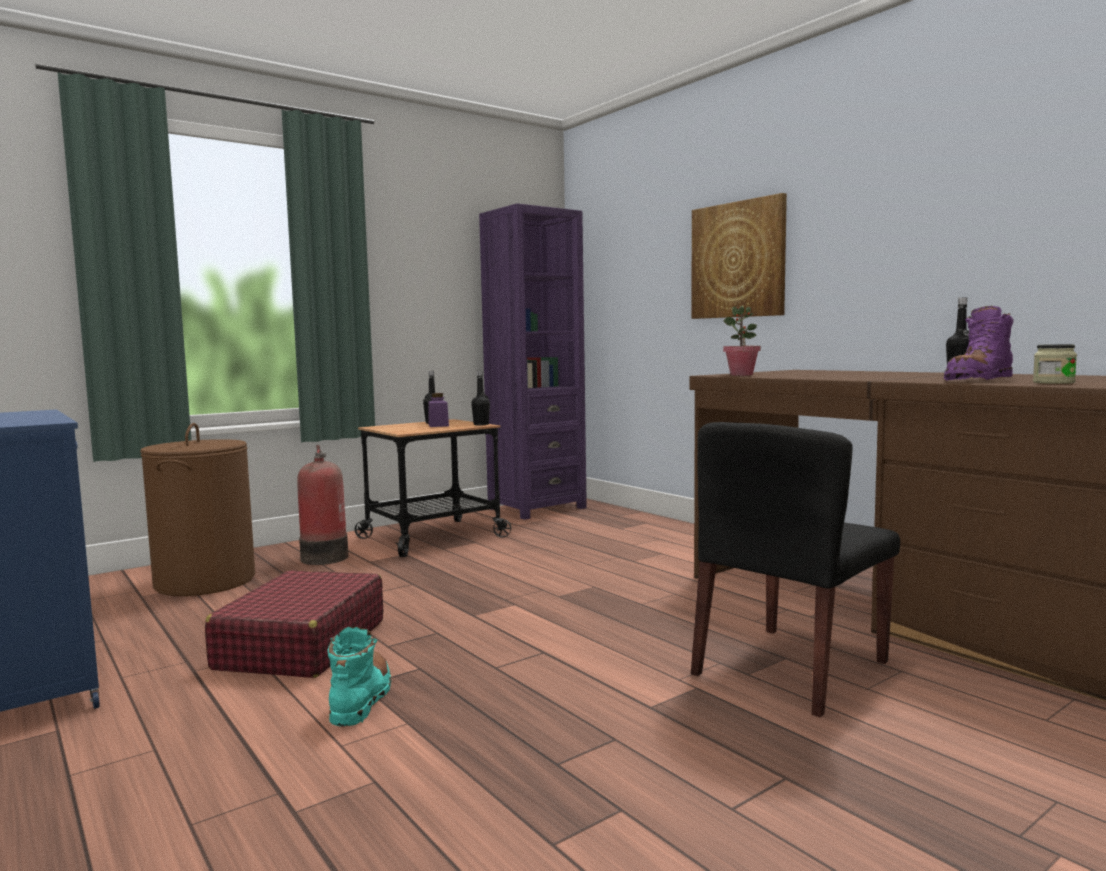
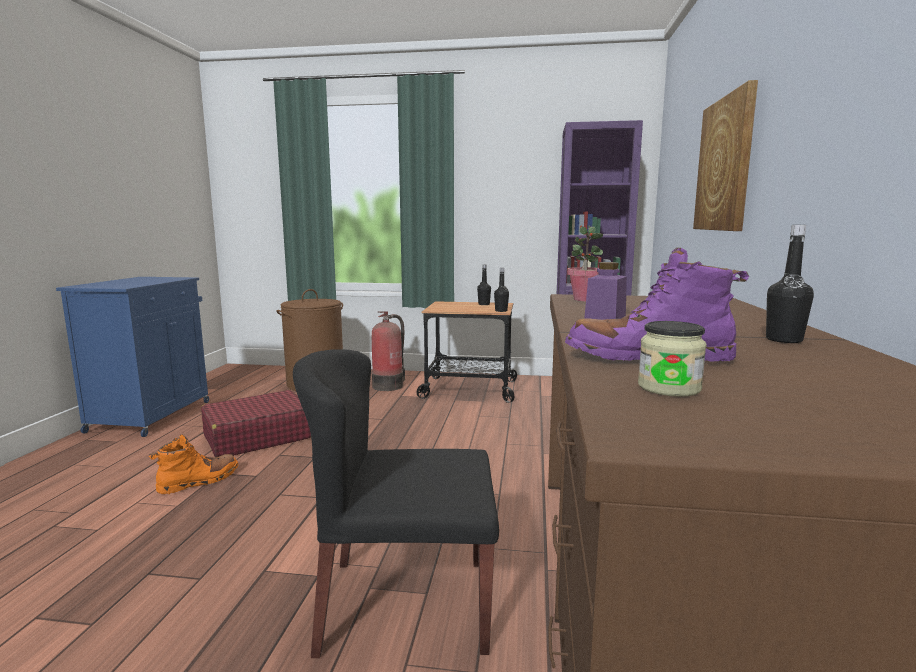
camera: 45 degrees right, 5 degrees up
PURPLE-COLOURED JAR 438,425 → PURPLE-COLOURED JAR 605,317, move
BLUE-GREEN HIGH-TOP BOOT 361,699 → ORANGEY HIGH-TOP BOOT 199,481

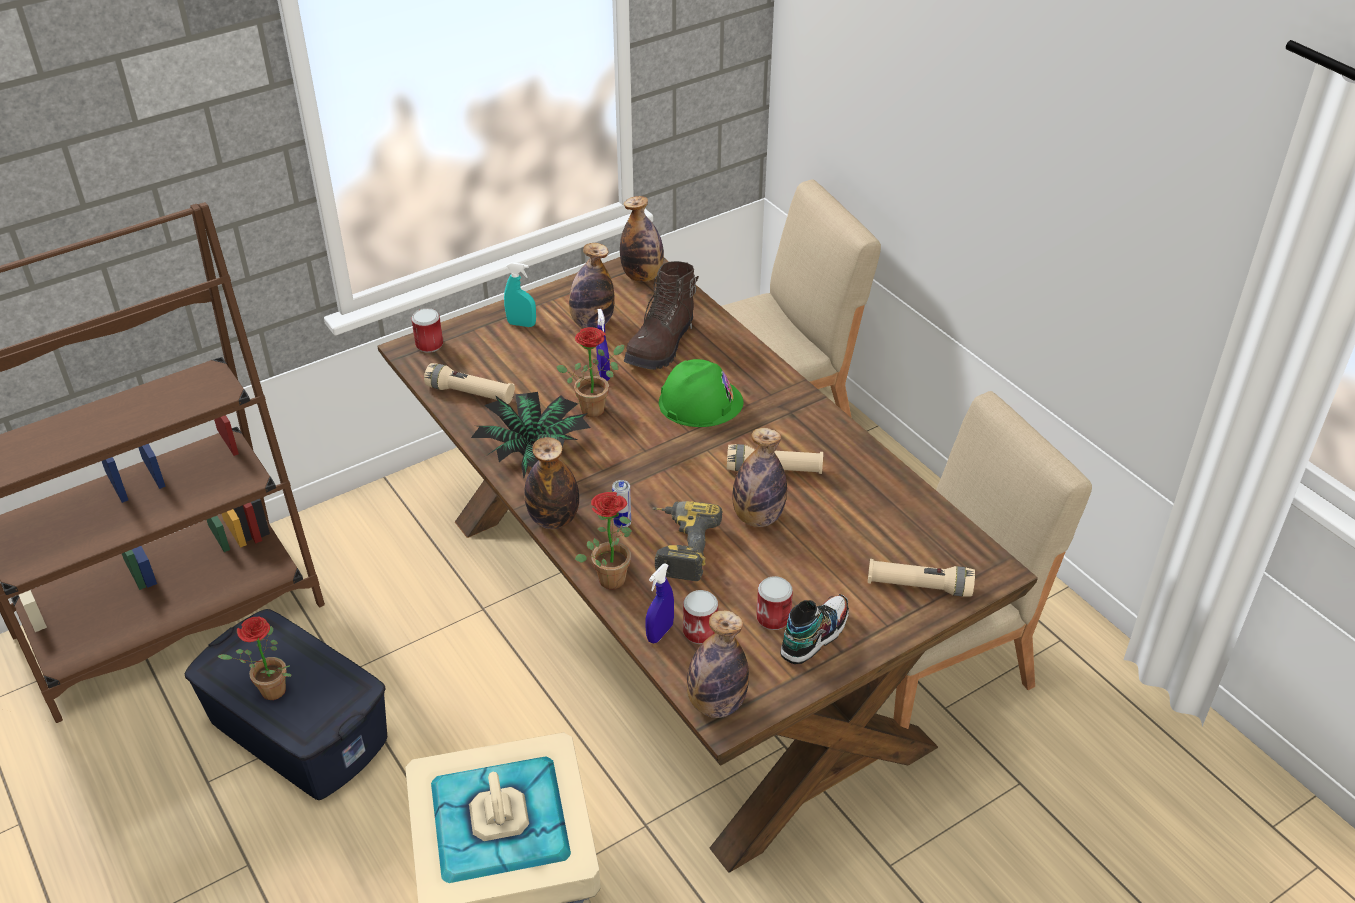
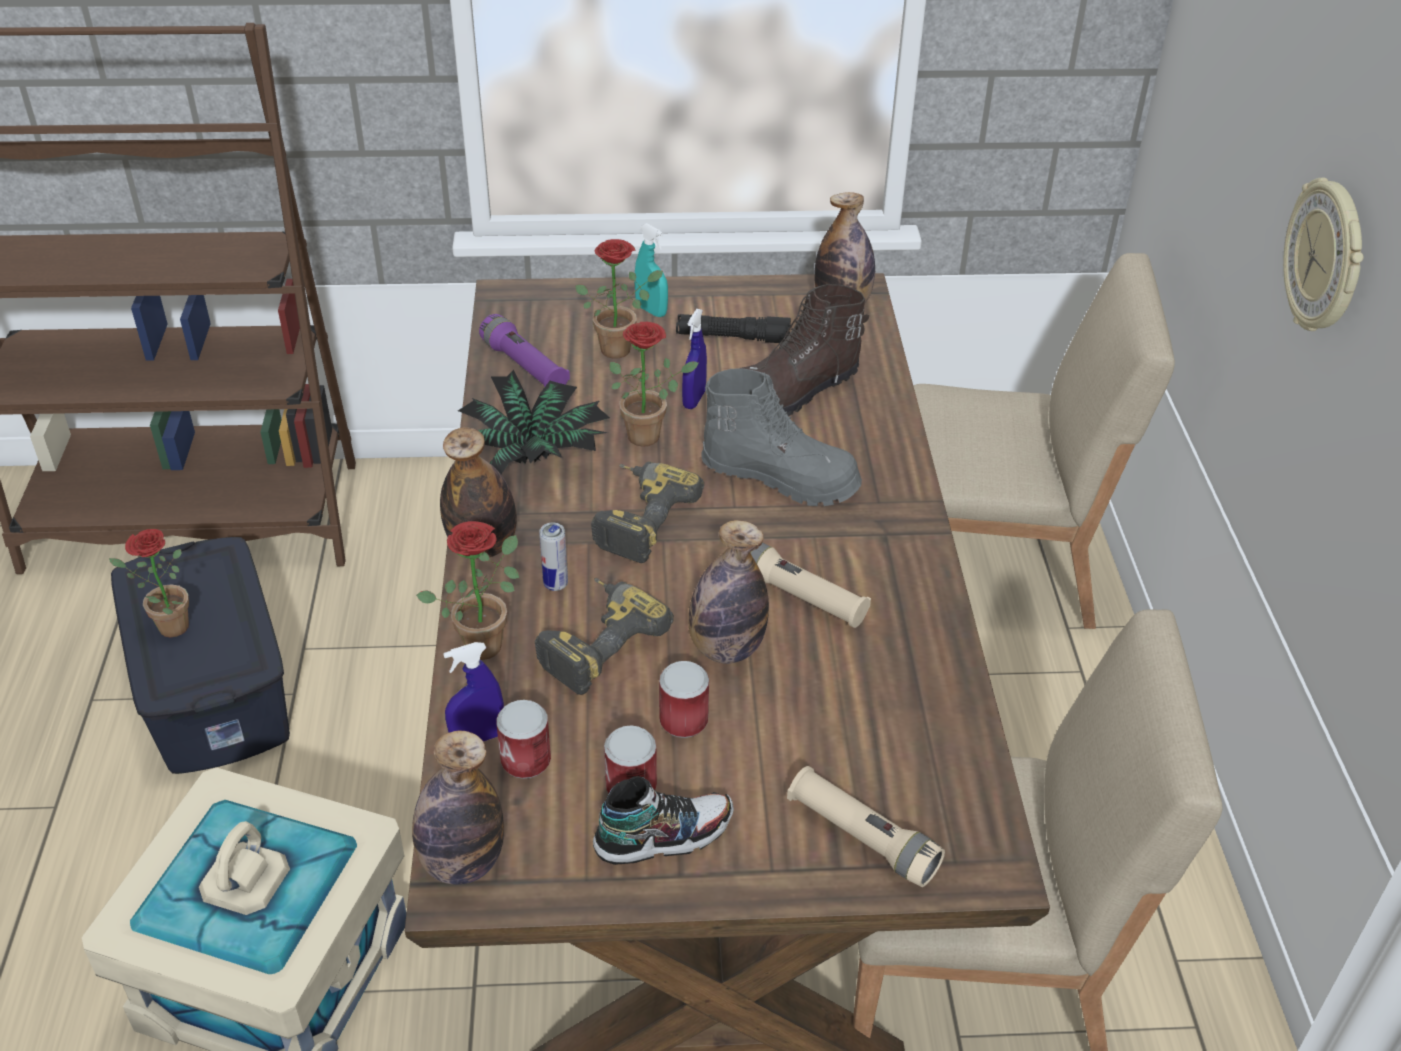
camera: 30 degrees right, 0 degrees up
BOTTLE 592,323 → BLACK TORCH 733,338
METAL CAN 429,344 → METAL CAN 683,720, move
GREEN WORK HELMET 700,402 → GRAY HIGH-TOP BOOT 780,477
BEIGE TORCH 470,393 → PURPLE-COLOURED TORCH 524,366
- → WALL CLOCK 1326,258
- → HOUSEPLANT 621,347
- → ELECTRIC DRILL 637,518

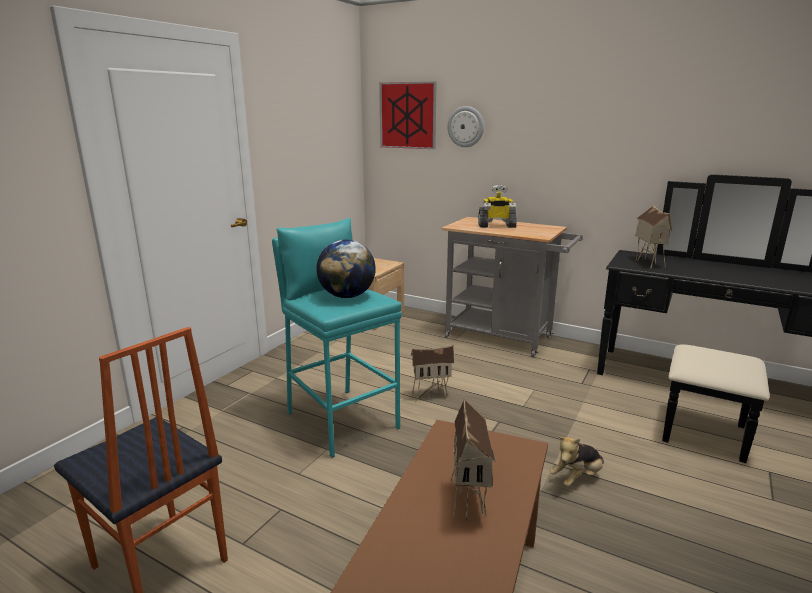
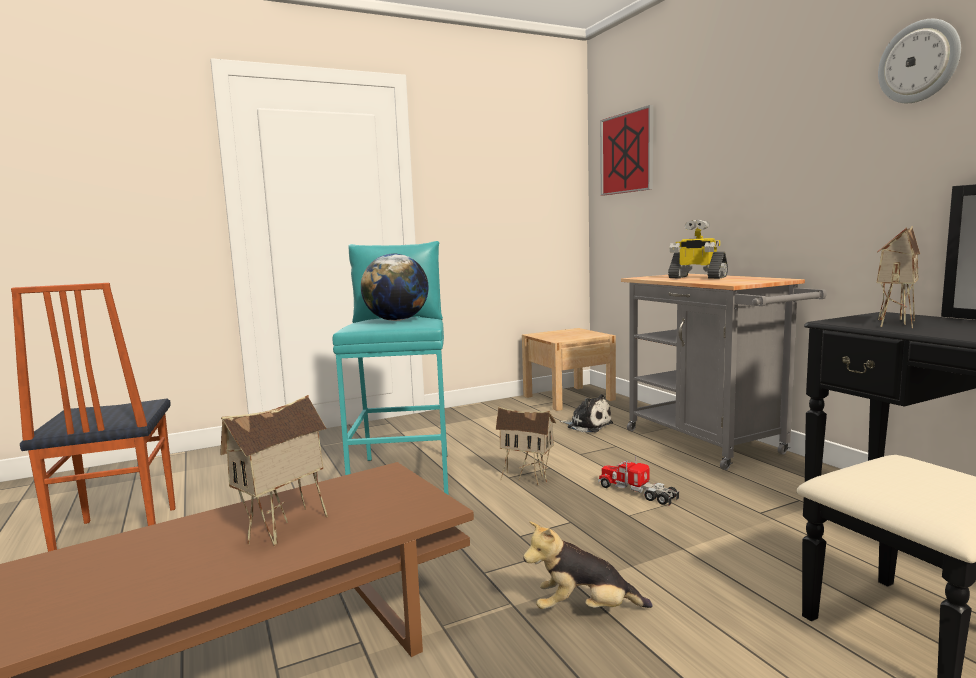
camera: 35 degrees right, 10 degrees down
WALL CLOCK 466,126 → WALL CLOCK 919,62, move
- → CUDDLY TOY 587,425
- → TOY TRUCK 638,492

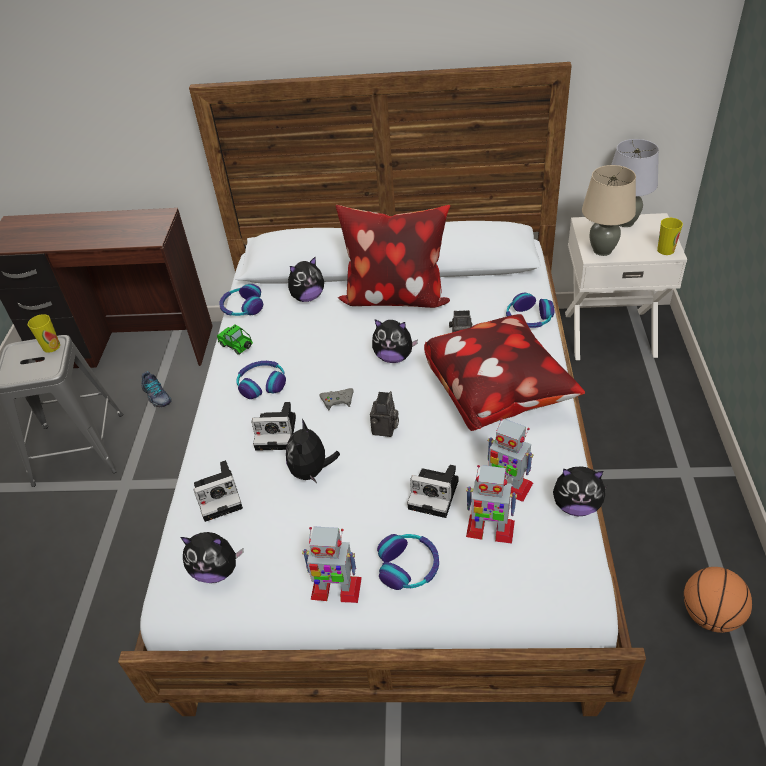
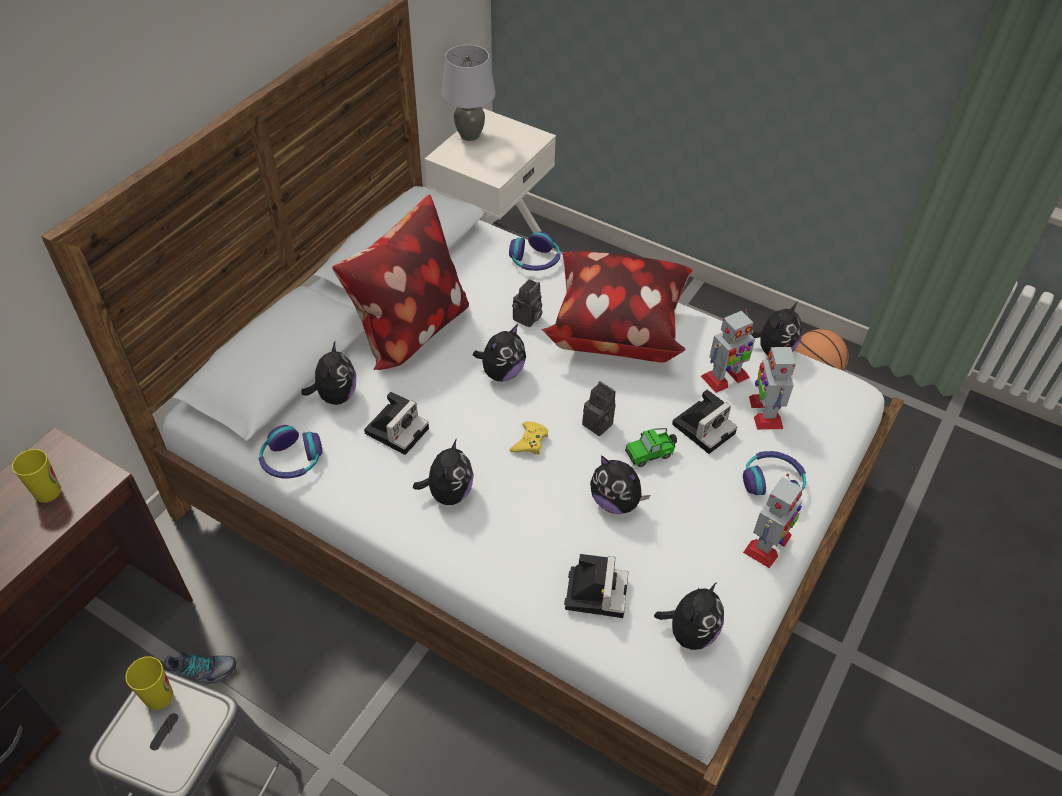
camera: 65 degrees left, 5 degrees up
BEIGE LAMP FOR A TABLE 602,251 → -
DRINKING CUP 665,250 → DRINKING CUP 47,492, move
MODEL CAR 237,346 → MODEL CAR 651,454, move
PAIR OF HEADPHONES 262,384 → CUDDLY TOY 448,493
GRAY JOYPAD 337,400 → YELLOW-COLOURED JOYPAD 530,441
PHOTO CAMERA 278,432 → PHOTO CAMERA 397,429, move
TOY ROBOT 489,529 → TOY ROBOT 765,412, 135 degrees clockwise

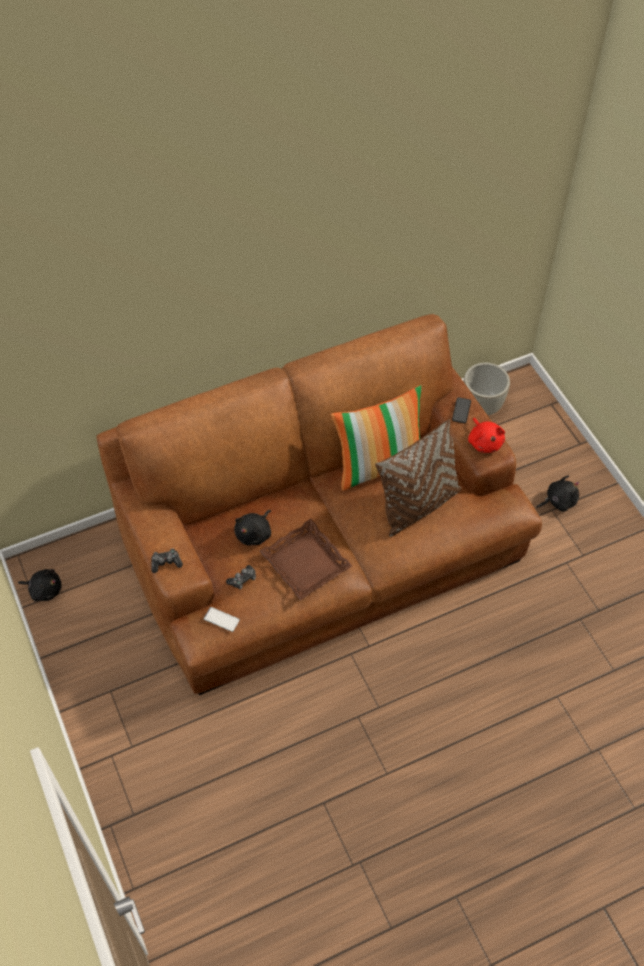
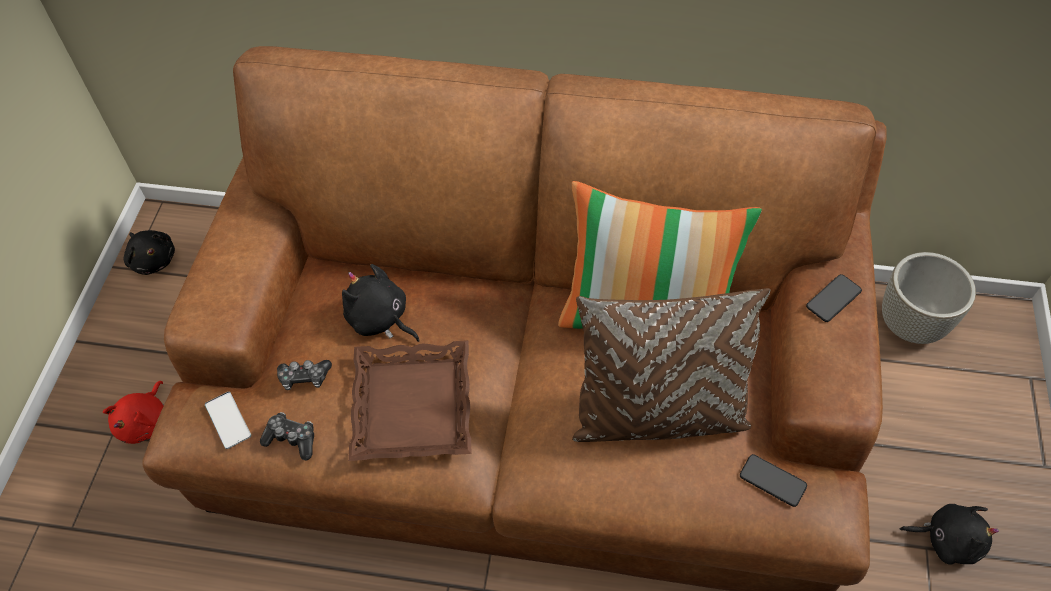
camera: 35 degrees right, 0 degrees up
REDDISH CUDDLY TOY 485,442 → REDDISH CUDDLY TOY 145,422, move
BLACK CUDDLY TOY 254,533 → BLACK CUDDLY TOY 380,319, 60 degrees clockwise
JOYPAD 166,563 → JOYPAD 292,439, move
- → PHONE 772,481

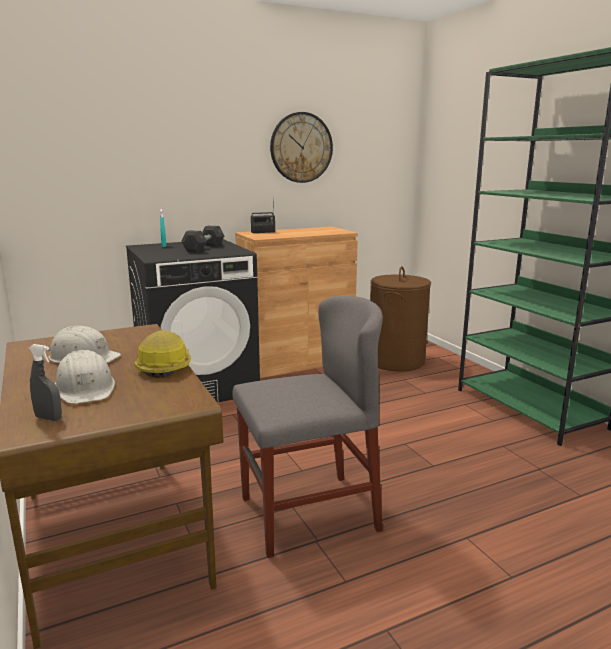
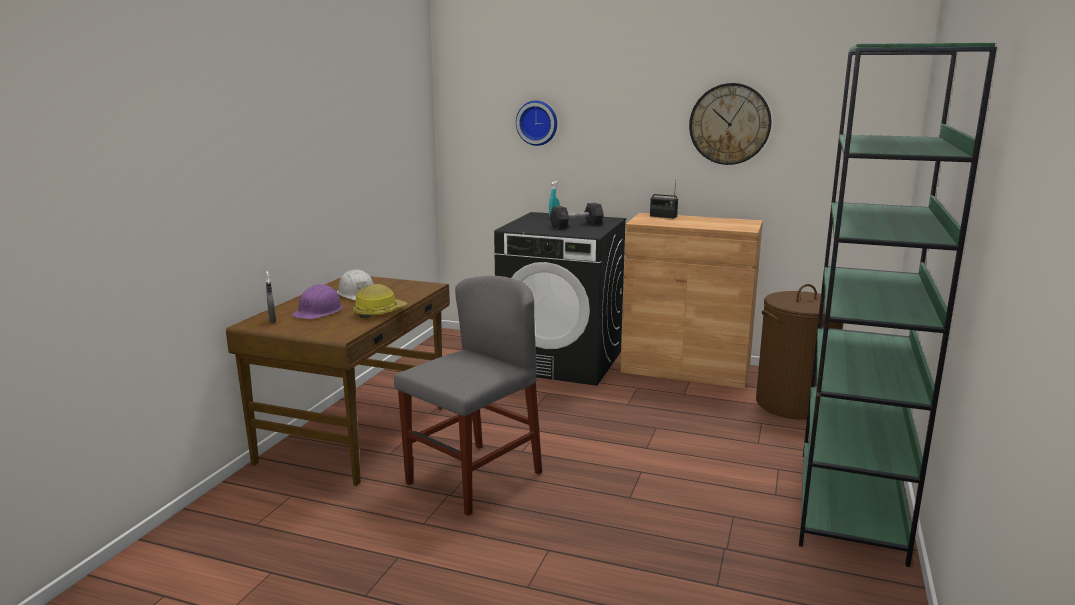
camera: 45 degrees right, 0 degrees up
GRAY UPRIGHT CHAIR 308,513 → GRAY UPRIGHT CHAIR 474,478, 75 degrees counterclockwise
WHITE-COLOURED WORK HELMET 85,388 → PURPLE-COLOURED WORK HELMET 318,311
- → WALL CLOCK 537,122

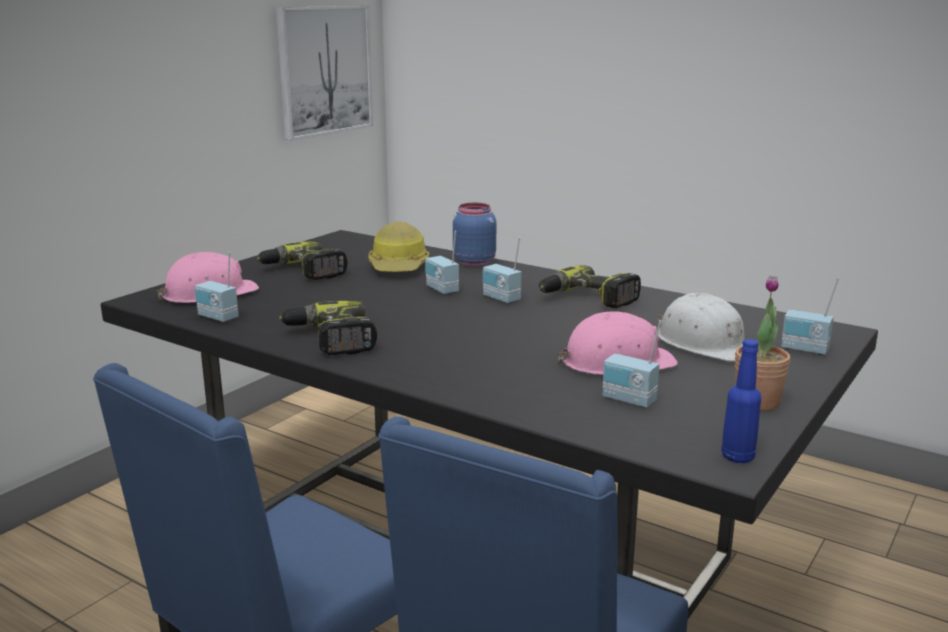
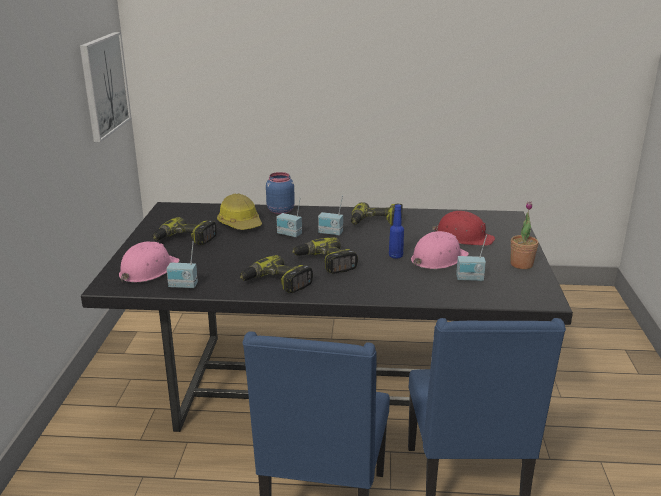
camera: 30 degrees left, 5 degrees up
RADIO RECEIVER 804,350 → -
WHITE-COLOURED WORK HELMET 705,343 → REDDISH WORK HELMET 463,237
BLUISH BOTTLE 738,457 → BLUISH BOTTLE 395,256, move
- → ELECTRIC DRILL 325,263

